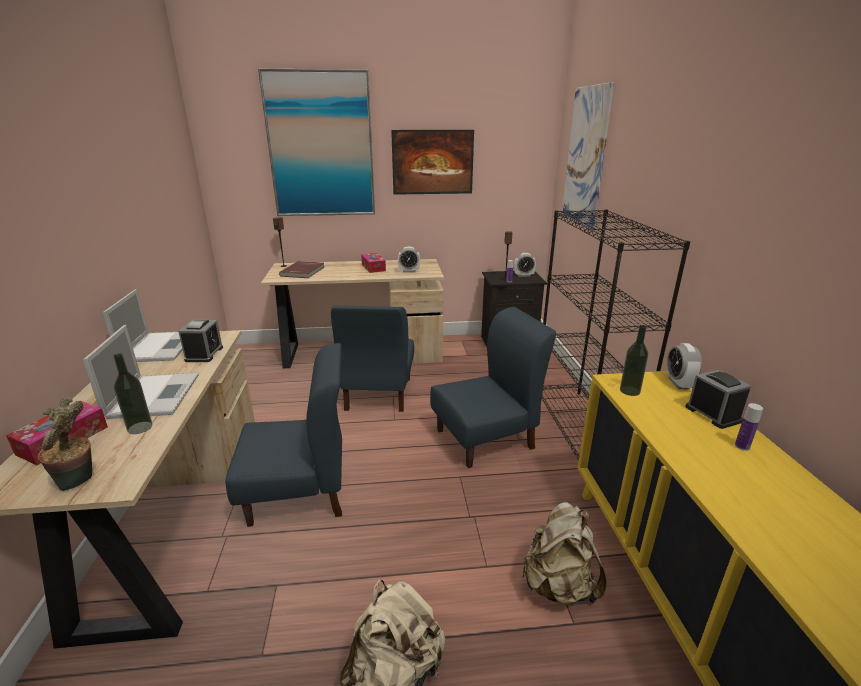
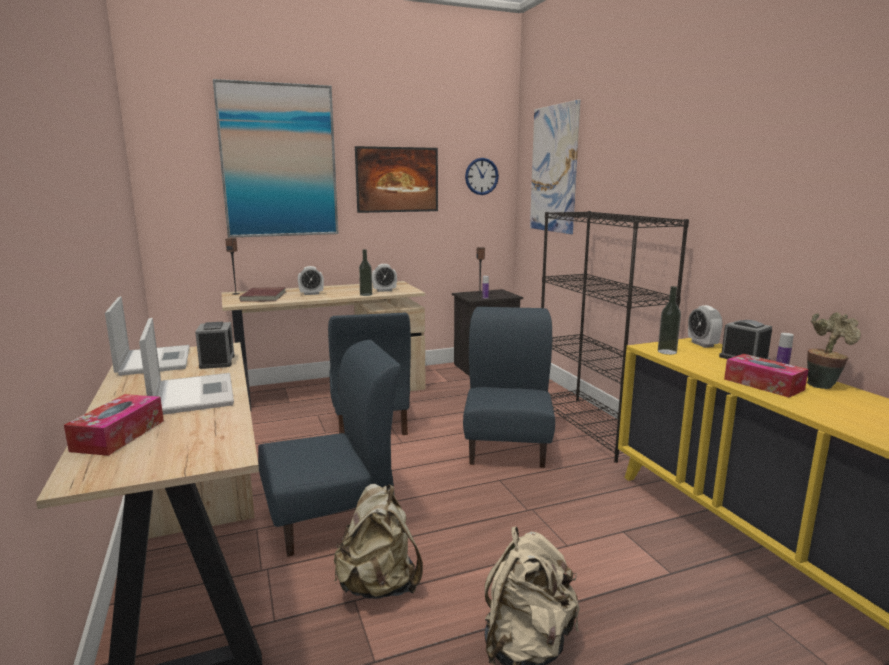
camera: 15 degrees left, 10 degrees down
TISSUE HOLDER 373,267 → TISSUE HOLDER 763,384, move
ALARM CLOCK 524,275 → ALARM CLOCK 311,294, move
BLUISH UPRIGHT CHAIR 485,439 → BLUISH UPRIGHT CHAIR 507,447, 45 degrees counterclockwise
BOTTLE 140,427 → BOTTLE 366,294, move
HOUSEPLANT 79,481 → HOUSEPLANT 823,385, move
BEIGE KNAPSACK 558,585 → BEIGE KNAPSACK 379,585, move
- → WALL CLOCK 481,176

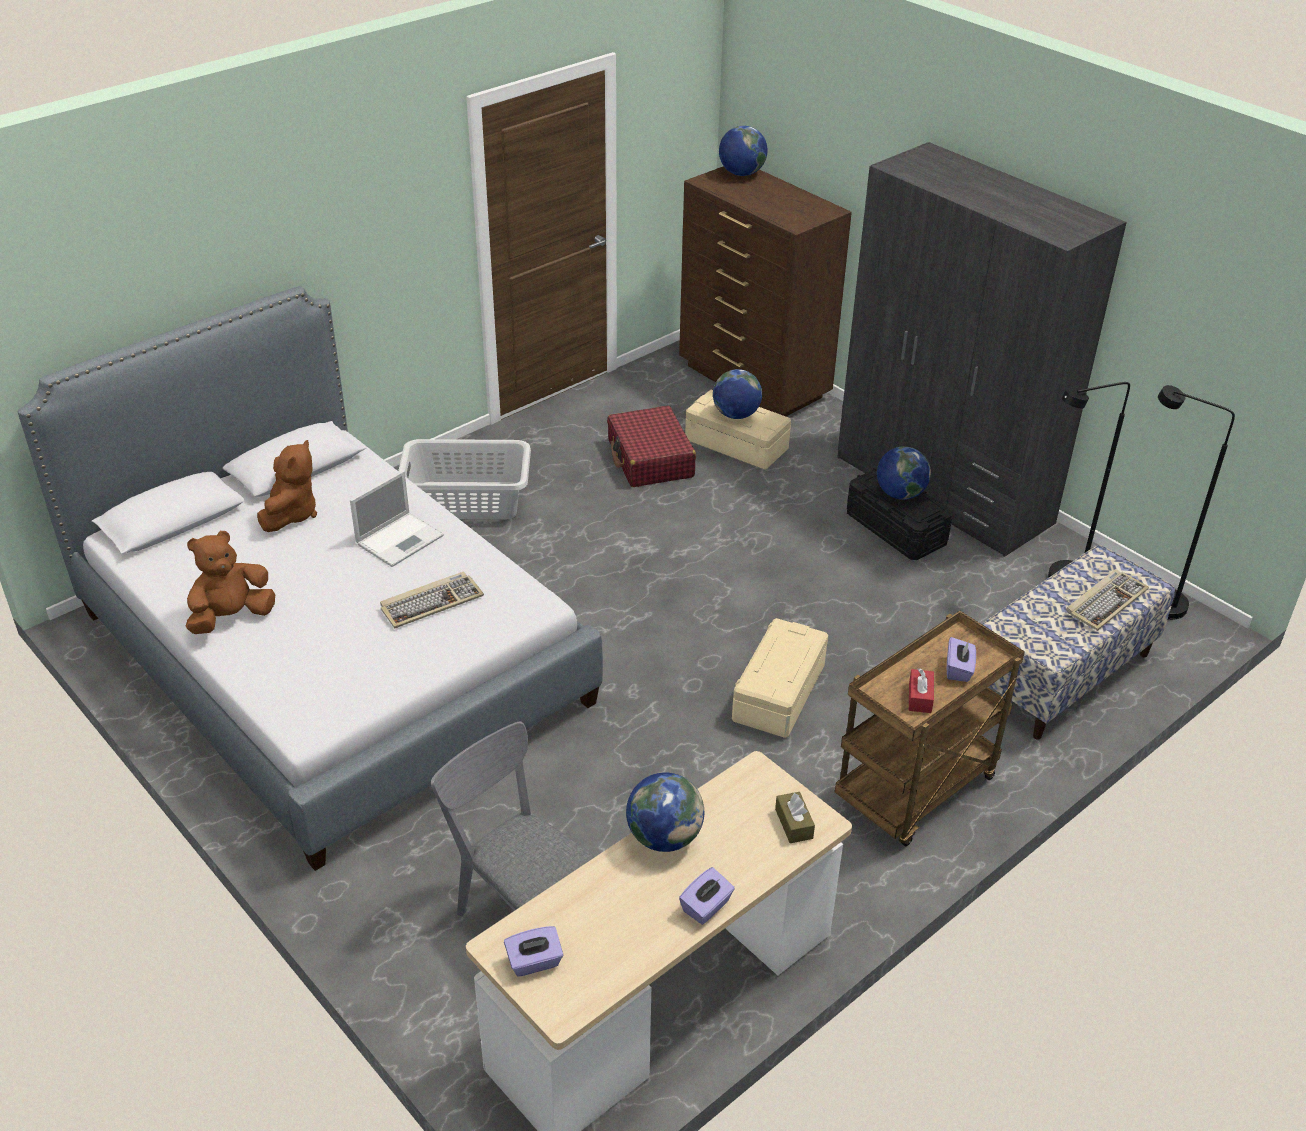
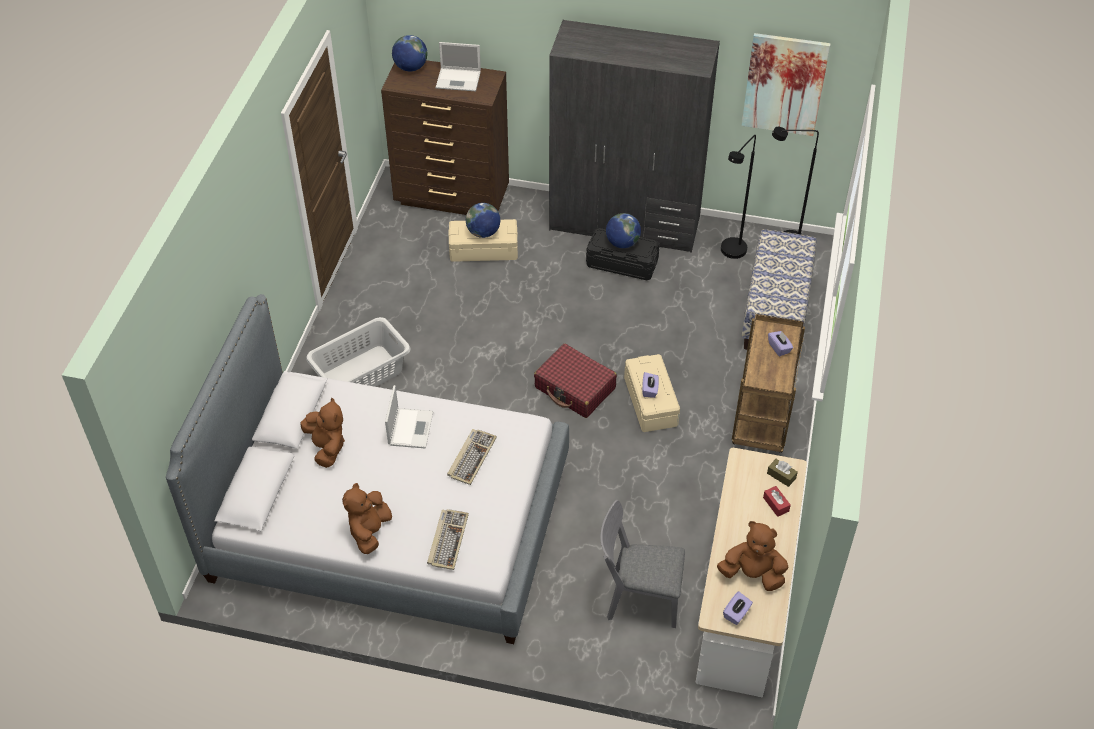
camera: 35 degrees left, 10 degrees up
REDDISH PIECE OF LUGGAGE 650,459 → REDDISH PIECE OF LUGGAGE 575,388, move
PC KEYBOARD 1106,602 → PC KEYBOARD 447,540, move
REDDISH TISSUE HOLDER 920,697 → REDDISH TISSUE HOLDER 776,504, move
DESK GLOBE 664,837 → -
PURPLE-COLOURED TISSUE HOLDER 706,907 → PURPLE-COLOURED TISSUE HOLDER 650,390, move
- → PICTURE 784,84
- → PORTABLE COMPUTER 459,80
- → BROWNISH CUDDLY TOY 752,574

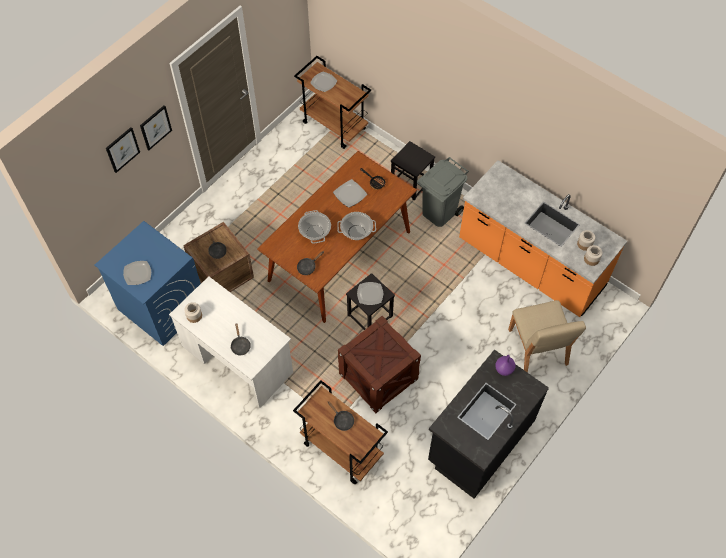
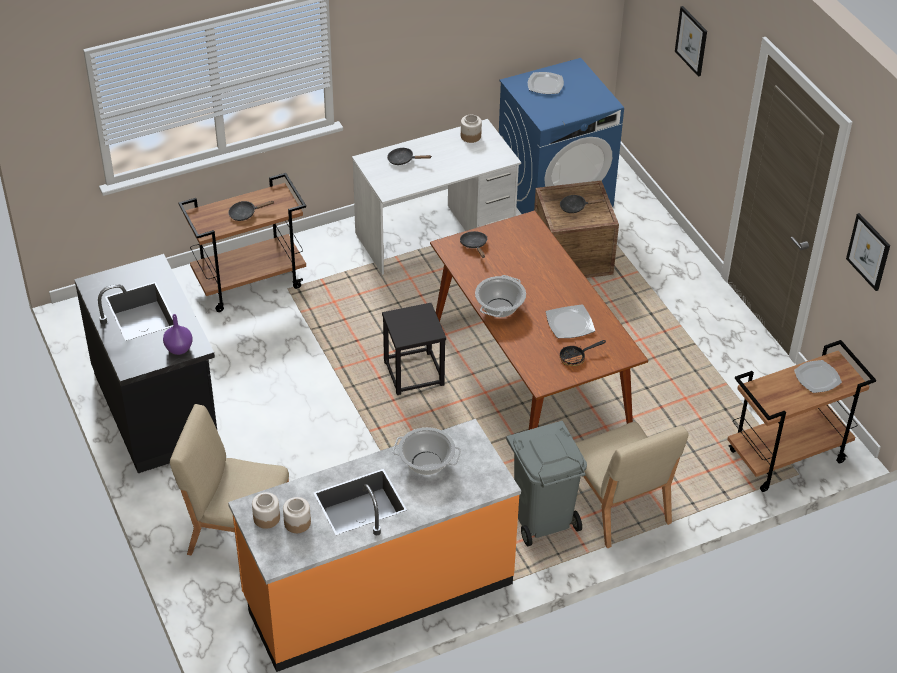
camera: 115 degrees right, 15 degrees down
PICTURE 155,127 → PICTURE 868,251, move
BLACK STOOL SEAT 411,183 → BEIGE UPRIGHT CHAIR 618,507
COOKING POT 315,232 → COOKING POT 426,463, move
DINNER PLATE 370,294 → -
PACKING CRATE 378,376 → -

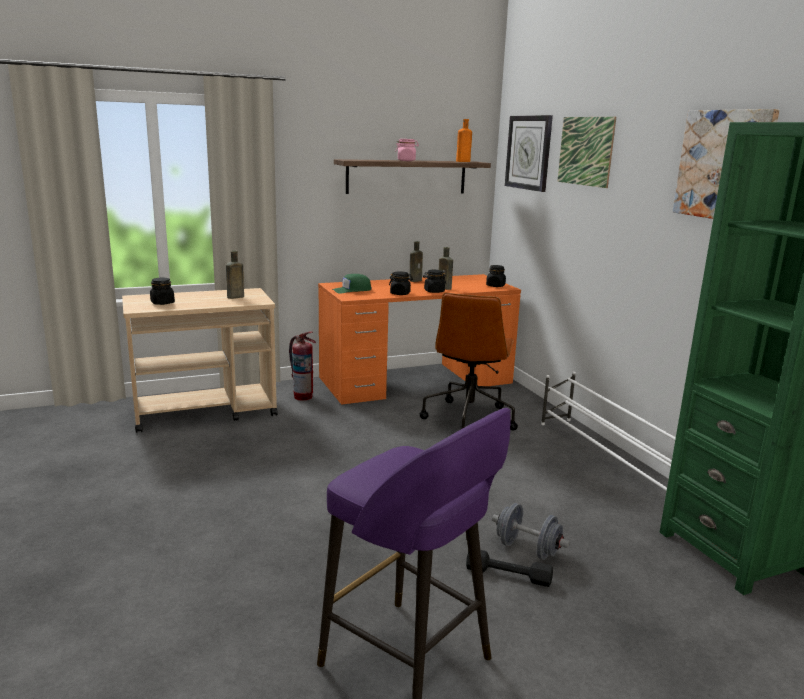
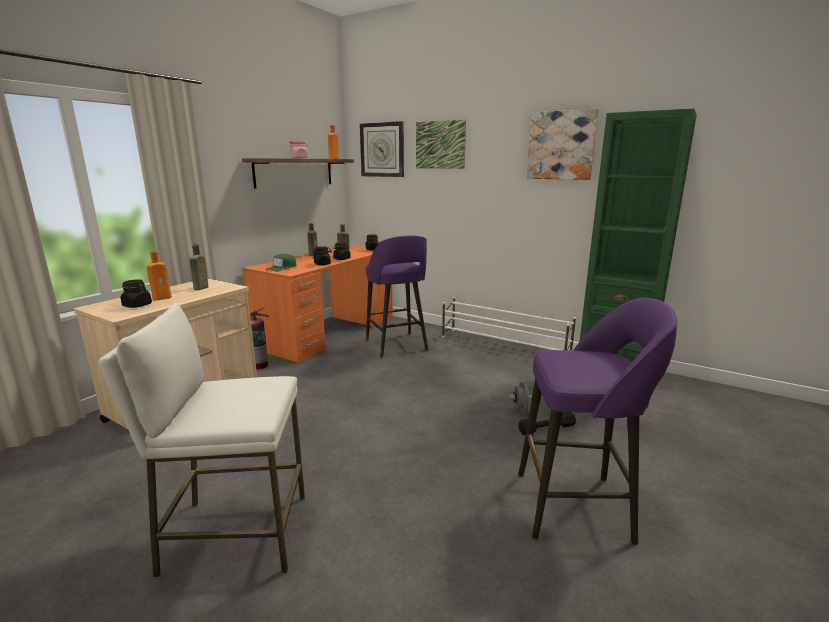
camera: 35 degrees left, 0 degrees up
BROWNISH OFFICE CHAIR 468,418 → PURPLE-COLOURED STOOL SEAT 397,346
- → ORANGEY BOTTLE 163,298
- → WHITE-COLOURED STOOL SEAT 235,534

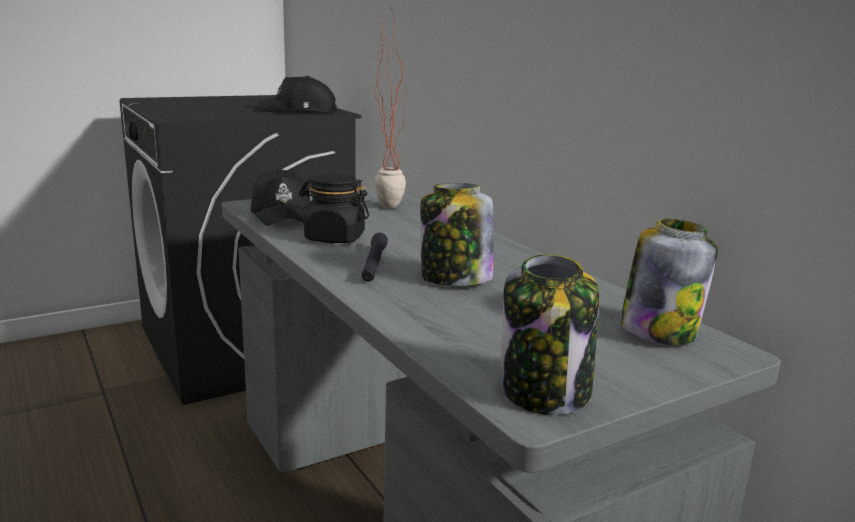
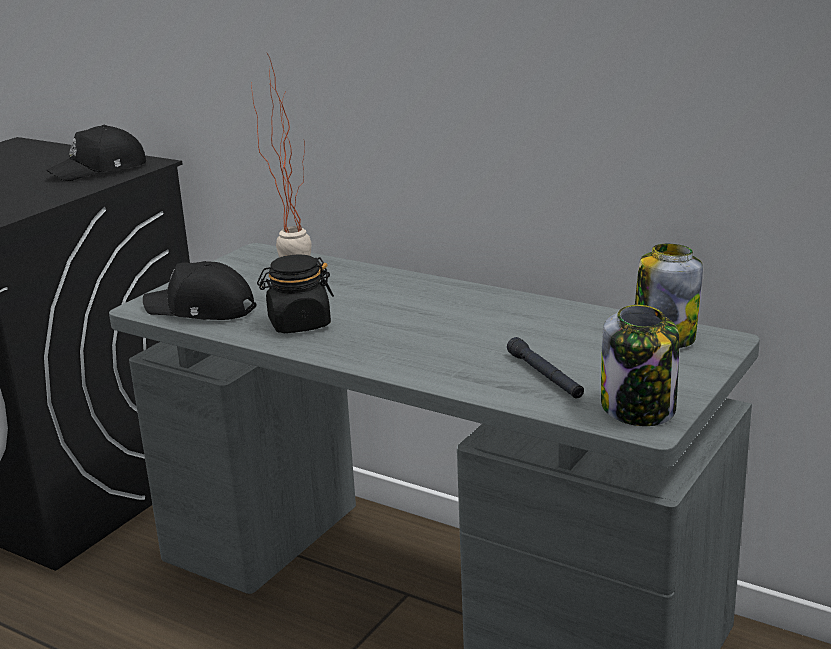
camera: 25 degrees left, 5 degrees up
BLACK PEAKED CAP 282,214 → BLACK PEAKED CAP 201,310, 150 degrees clockwise
JAR 454,279 → -
BLACK TORCH 374,264 → BLACK TORCH 545,376, move

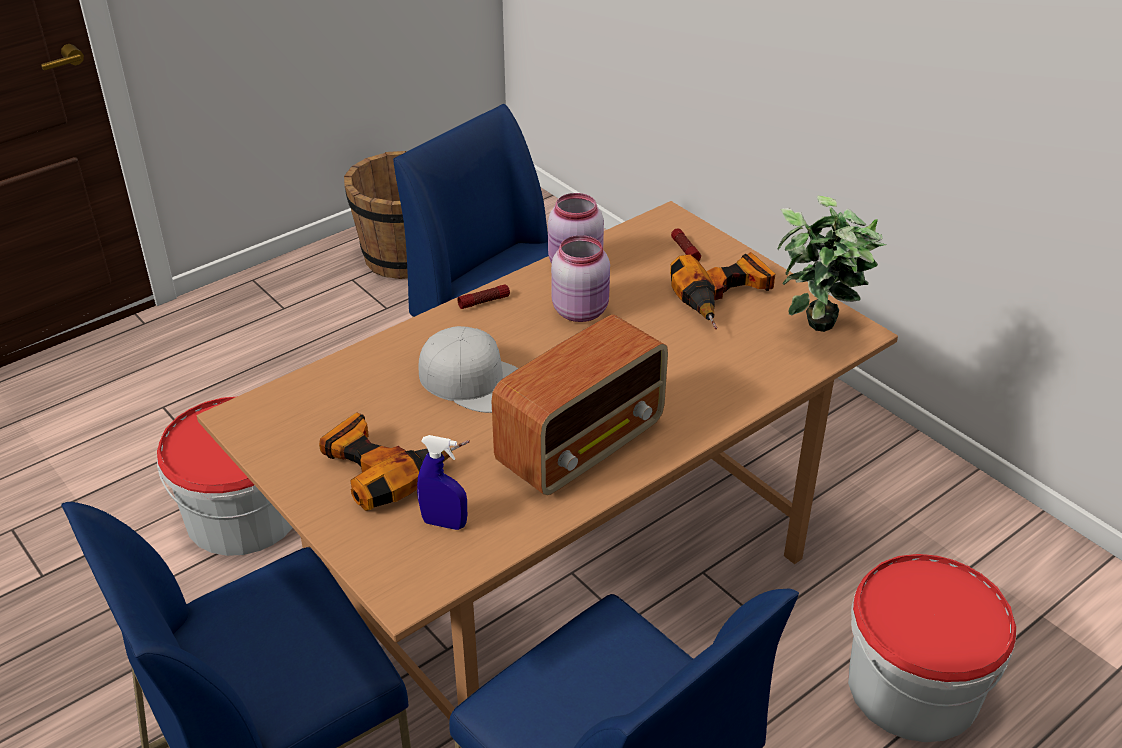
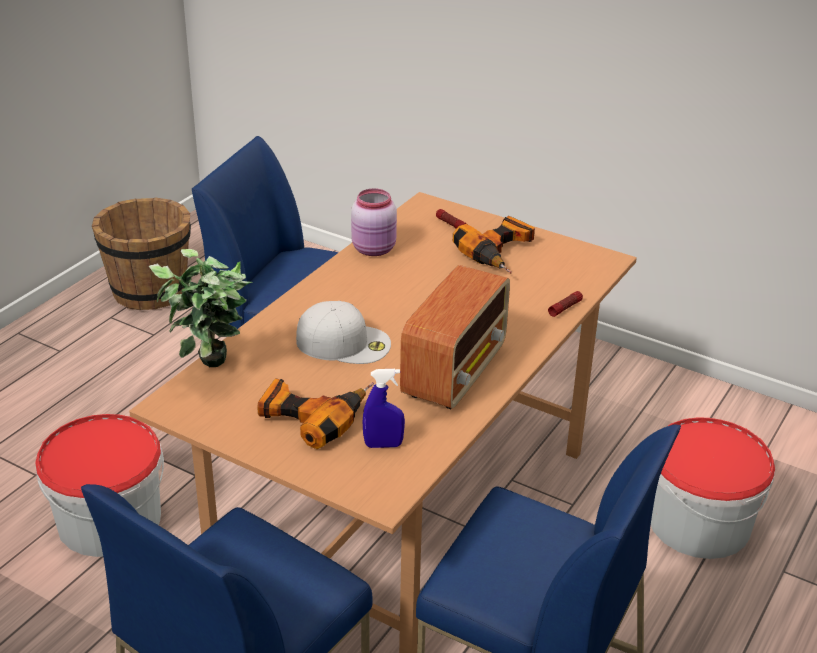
camera: 20 degrees left, 5 degrees down
HOUSEPLANT 817,336 → HOUSEPLANT 212,372, move
PINK JAR 581,310 → -
TORCH 484,302 → TORCH 565,308, move

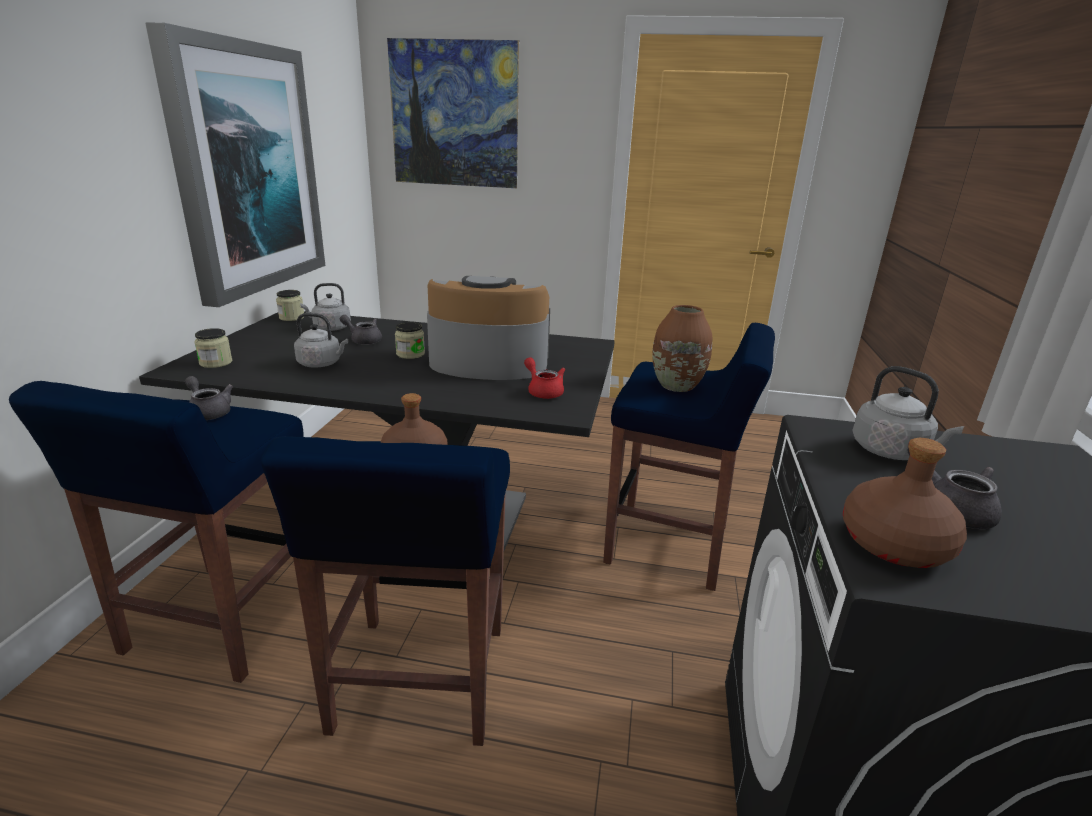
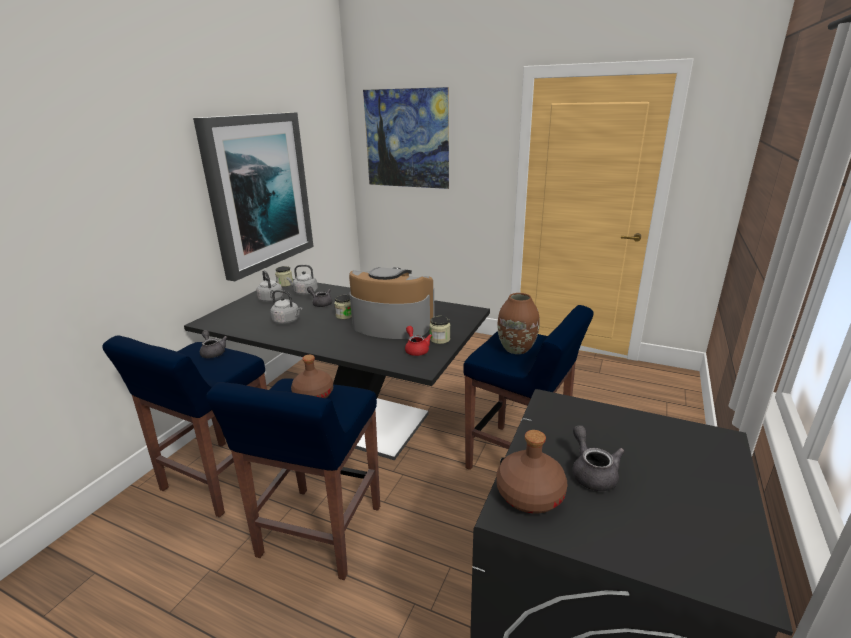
camera: 15 degrees right, 0 degrees up
JAR 216,363 → JAR 440,339, move
GRAY WATER KETTLE 892,452 → GRAY WATER KETTLE 271,300, move

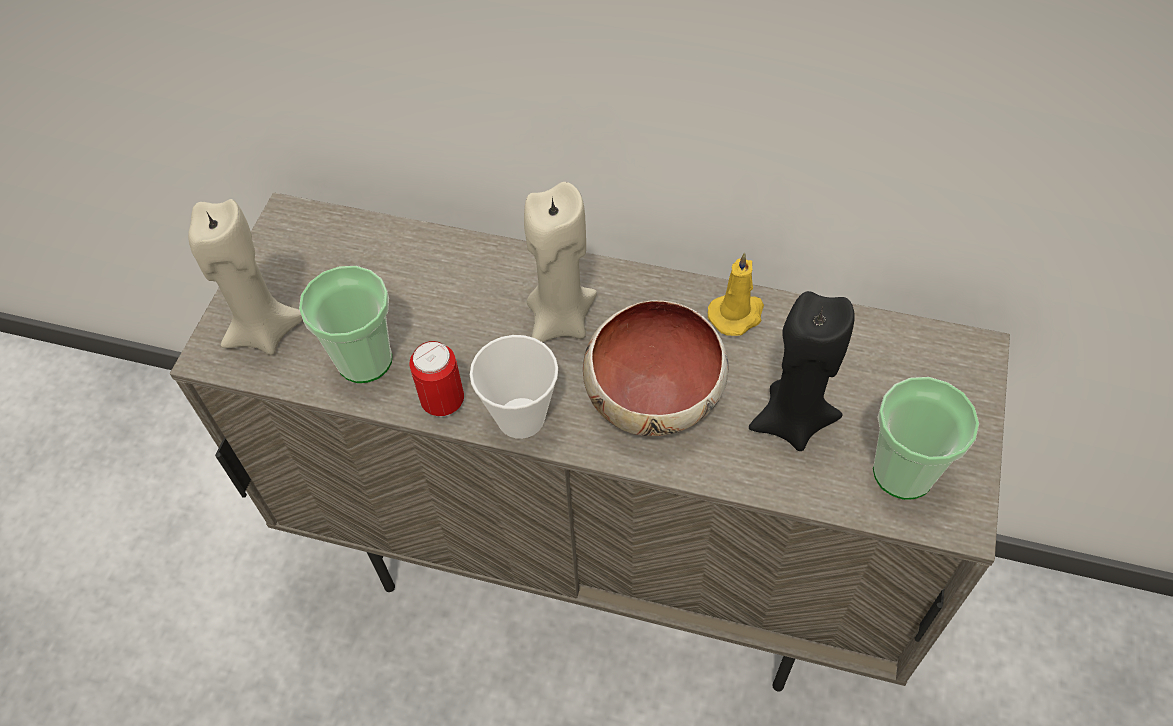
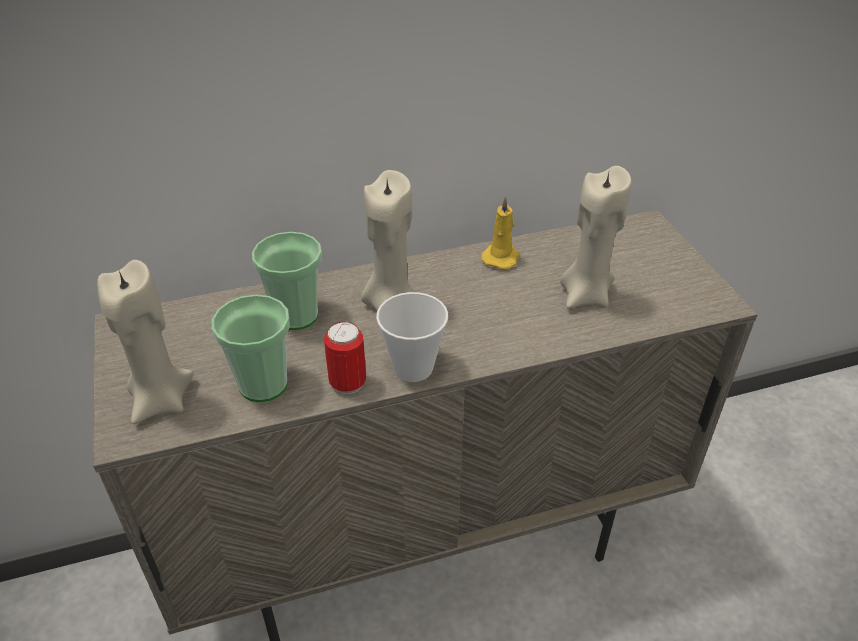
camera: 35 degrees left, 15 degrees down
BLACK WAX CANDLE 792,421 → BEIGE WAX CANDLE 585,296
BOWL 653,391 → -
DRINKING CUP 903,472 → DRINKING CUP 296,315, move

